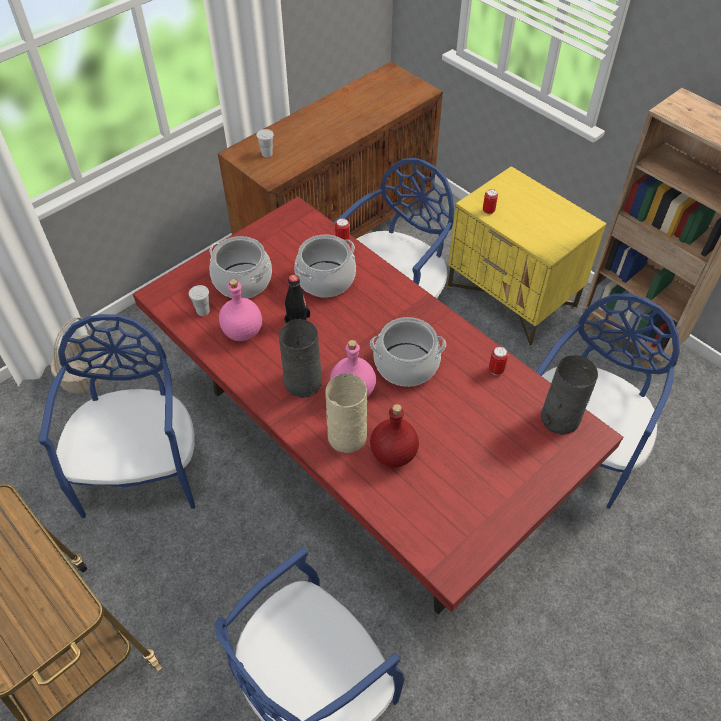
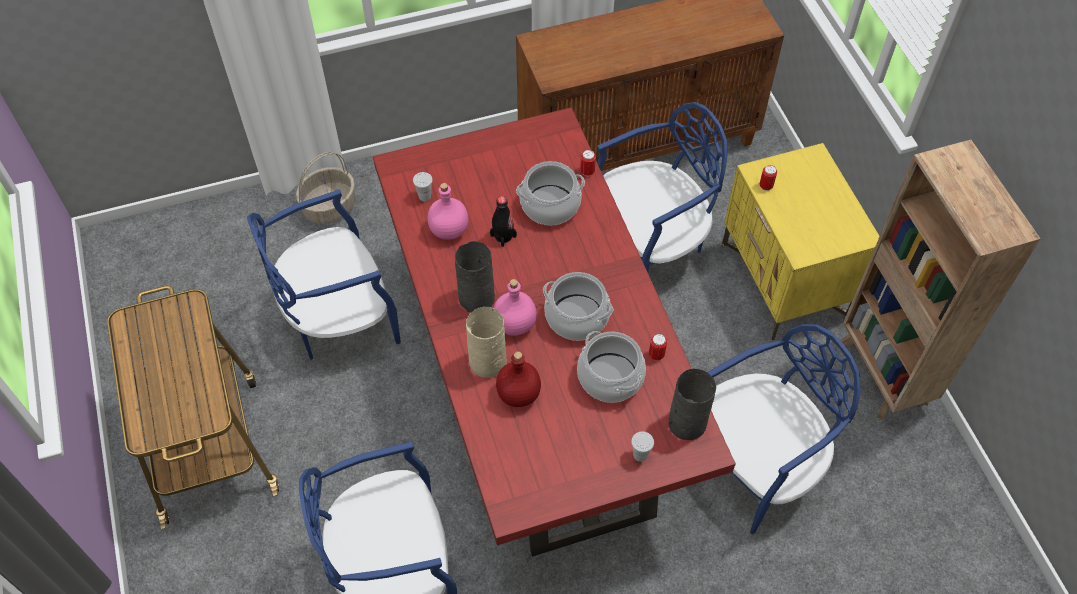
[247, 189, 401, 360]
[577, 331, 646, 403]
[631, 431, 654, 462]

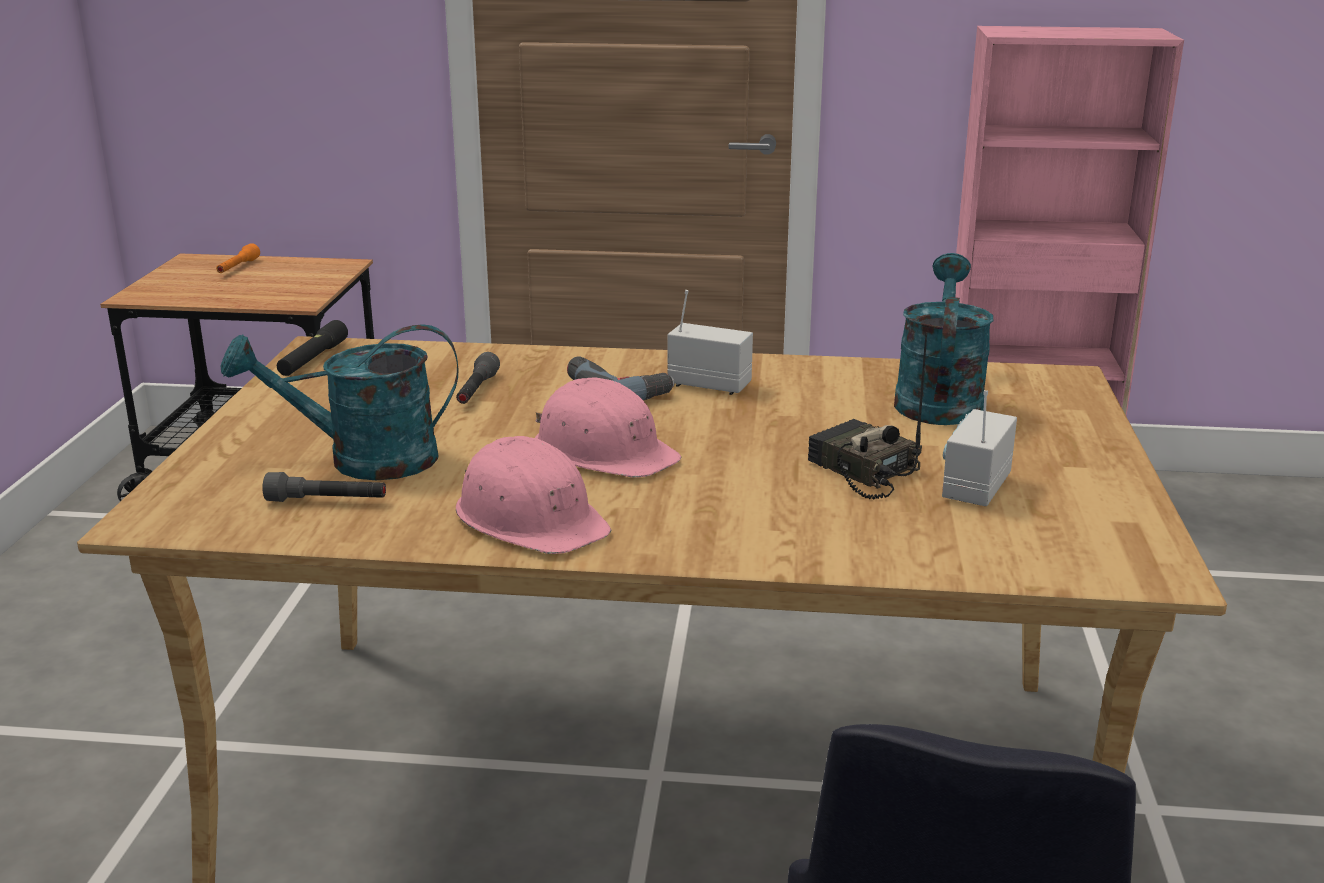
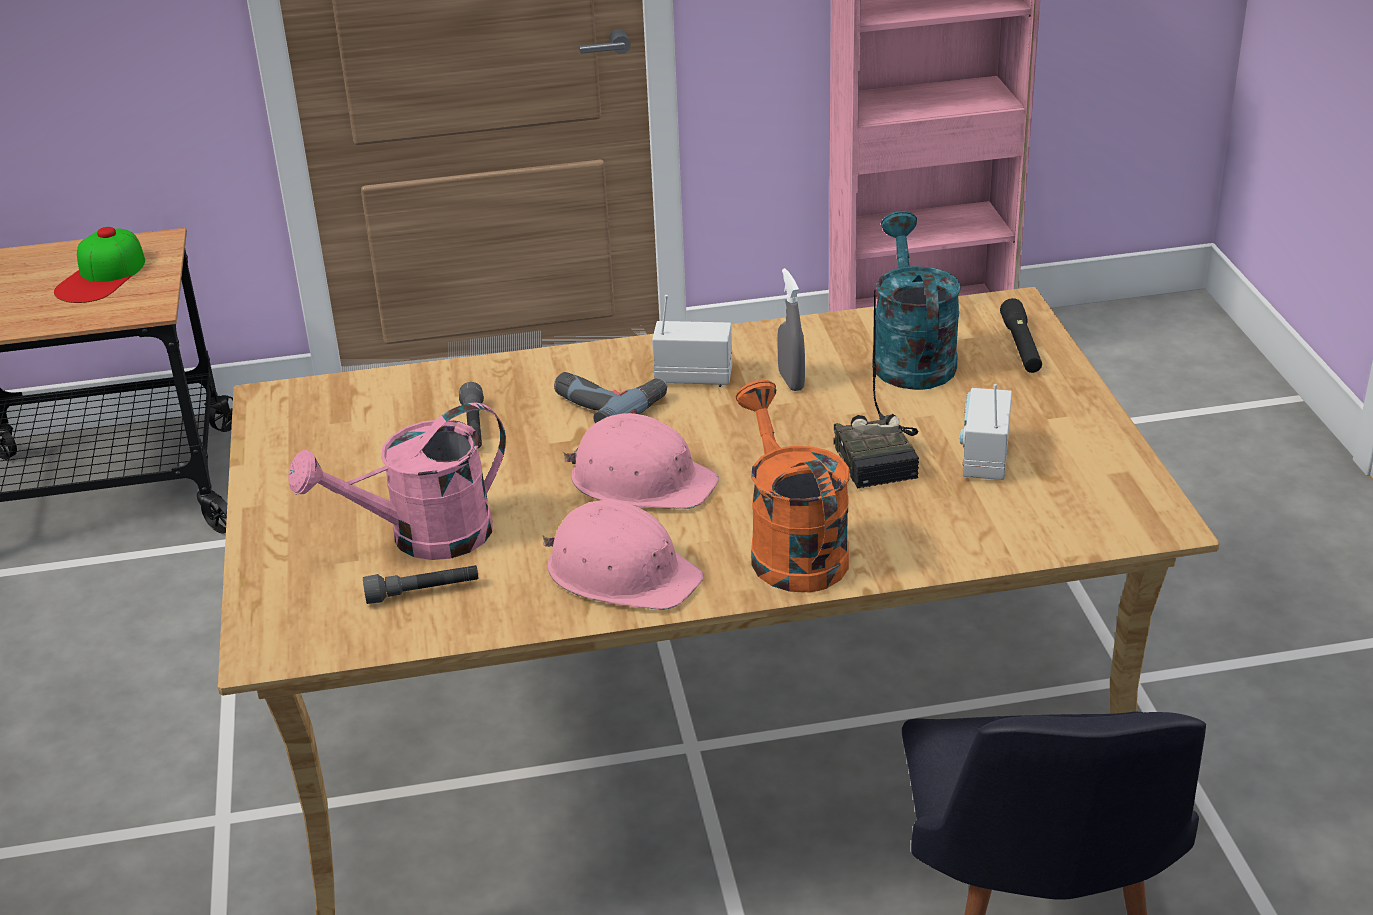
[54, 227, 145, 303]
[288, 402, 506, 560]
[736, 380, 850, 592]
[777, 268, 805, 391]
[833, 290, 919, 488]
[1000, 298, 1042, 373]
[216, 243, 260, 273] (first image)

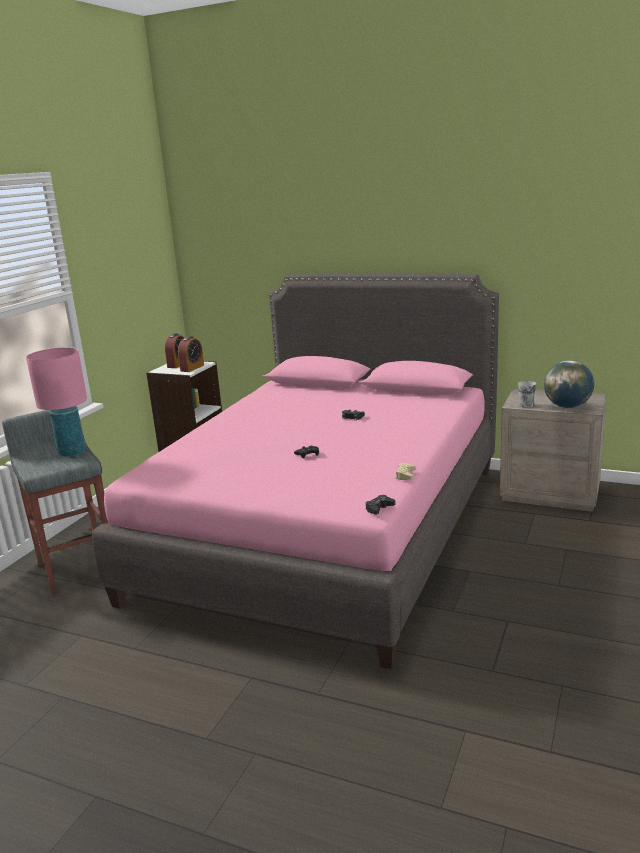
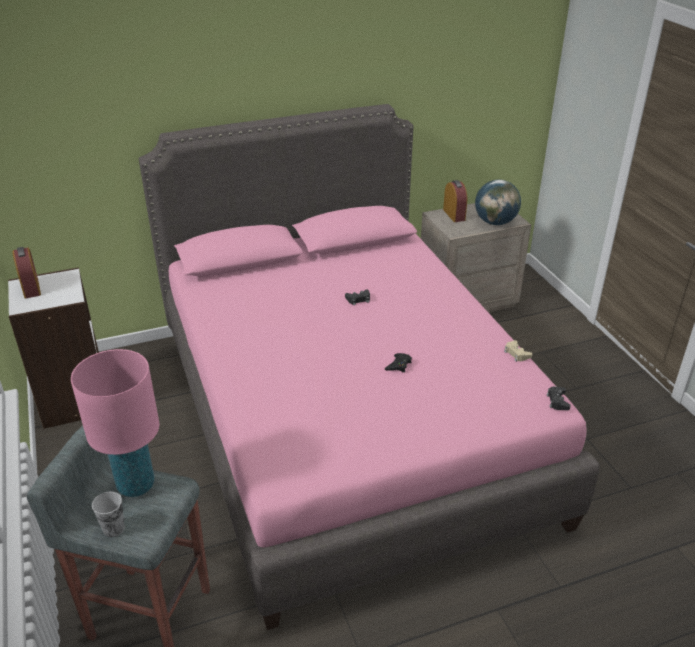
[92, 492, 124, 537]
[443, 180, 467, 222]

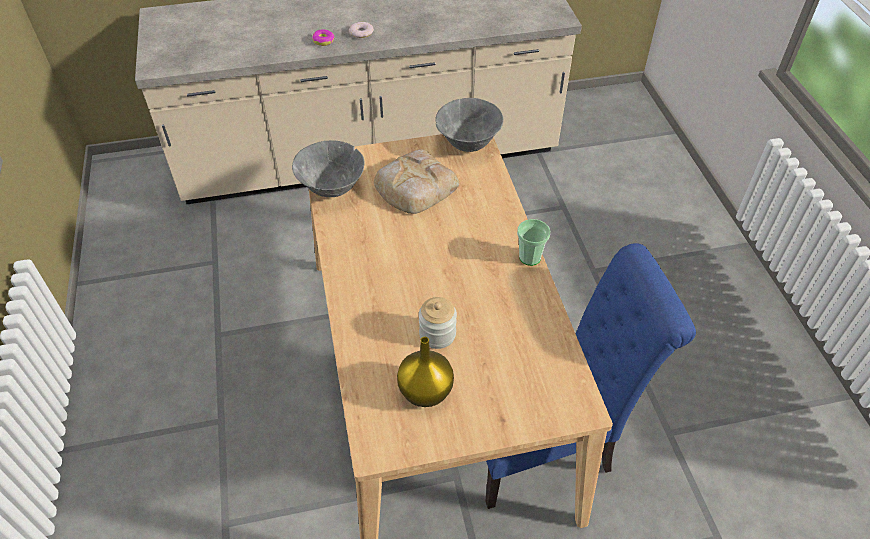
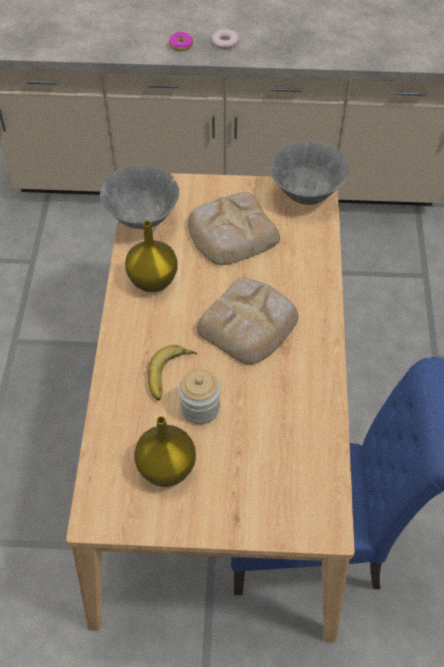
[125, 221, 178, 292]
[148, 345, 197, 400]
[196, 278, 298, 364]
[517, 219, 550, 266] (first image)

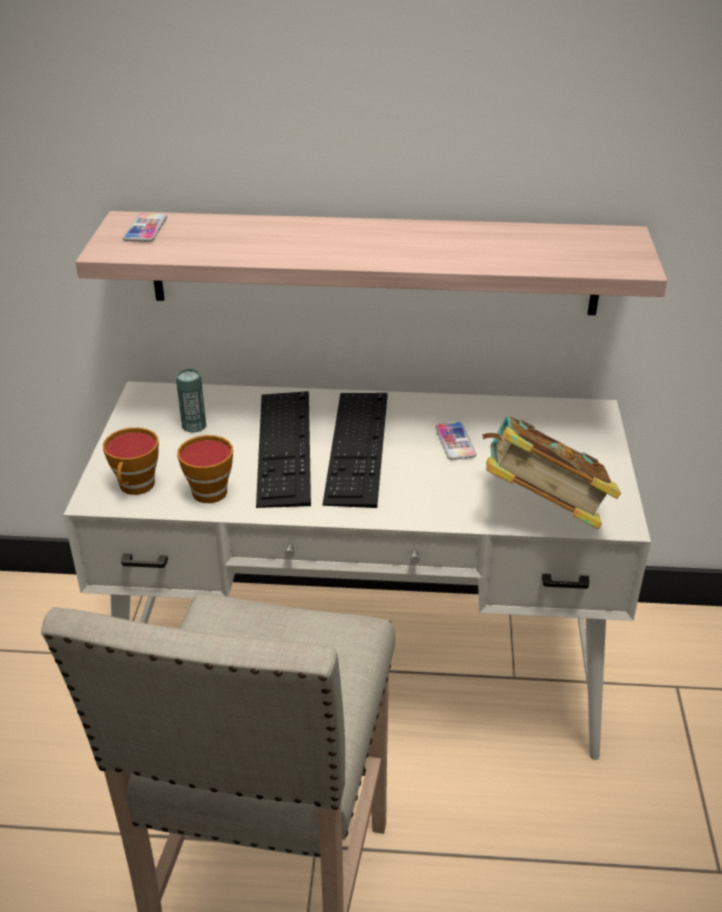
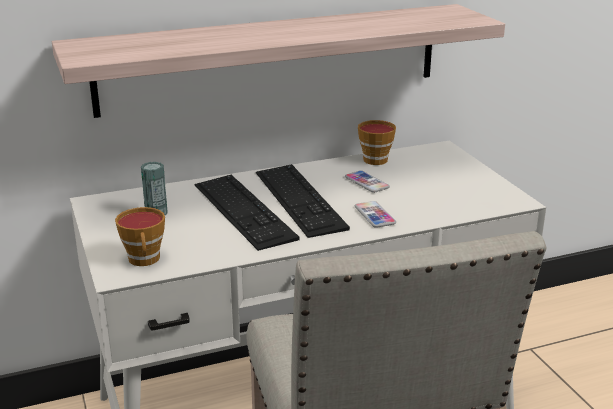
[355, 201, 396, 228]
[358, 120, 396, 165]
[482, 415, 621, 529] (first image)

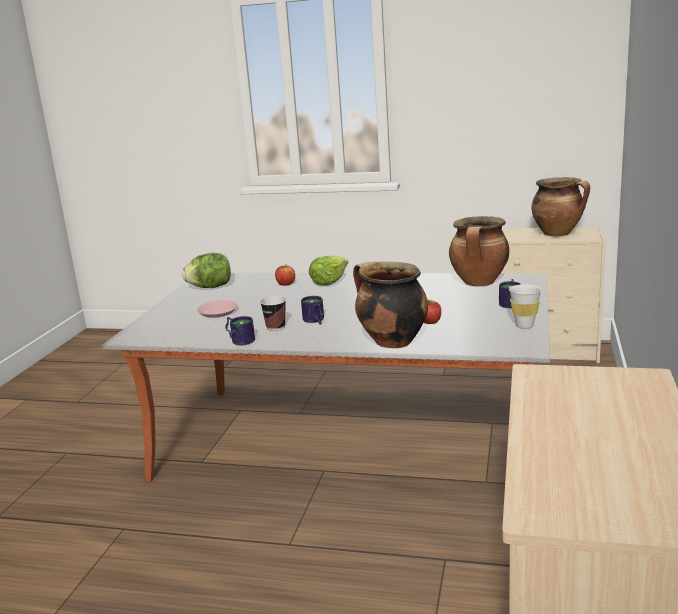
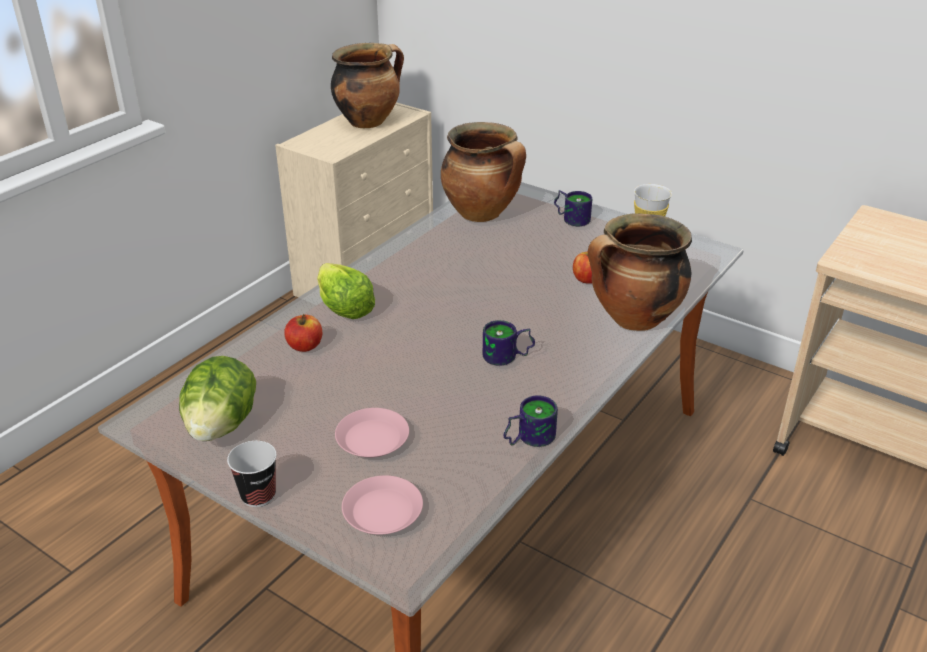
[227, 441, 277, 507]
[342, 475, 423, 535]

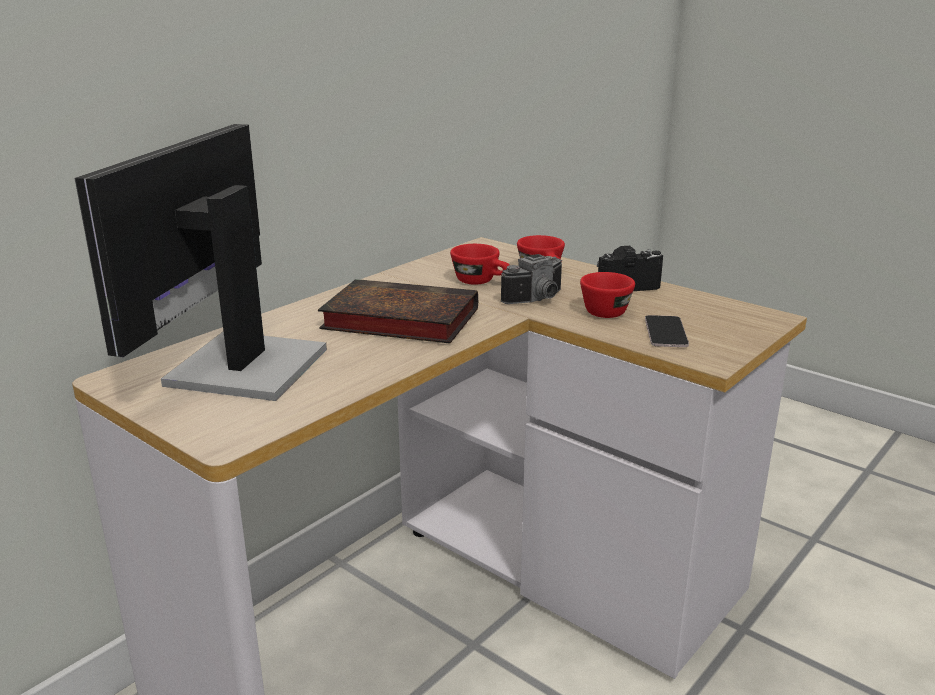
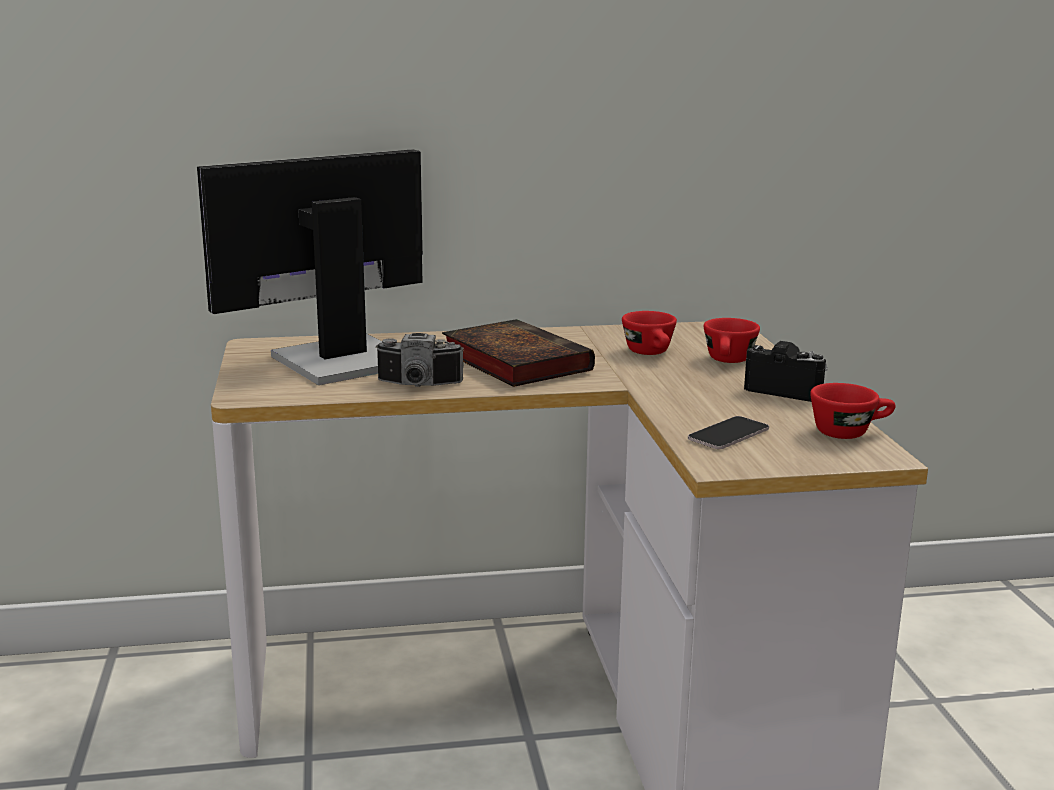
[375, 333, 464, 387]
[810, 383, 896, 439]

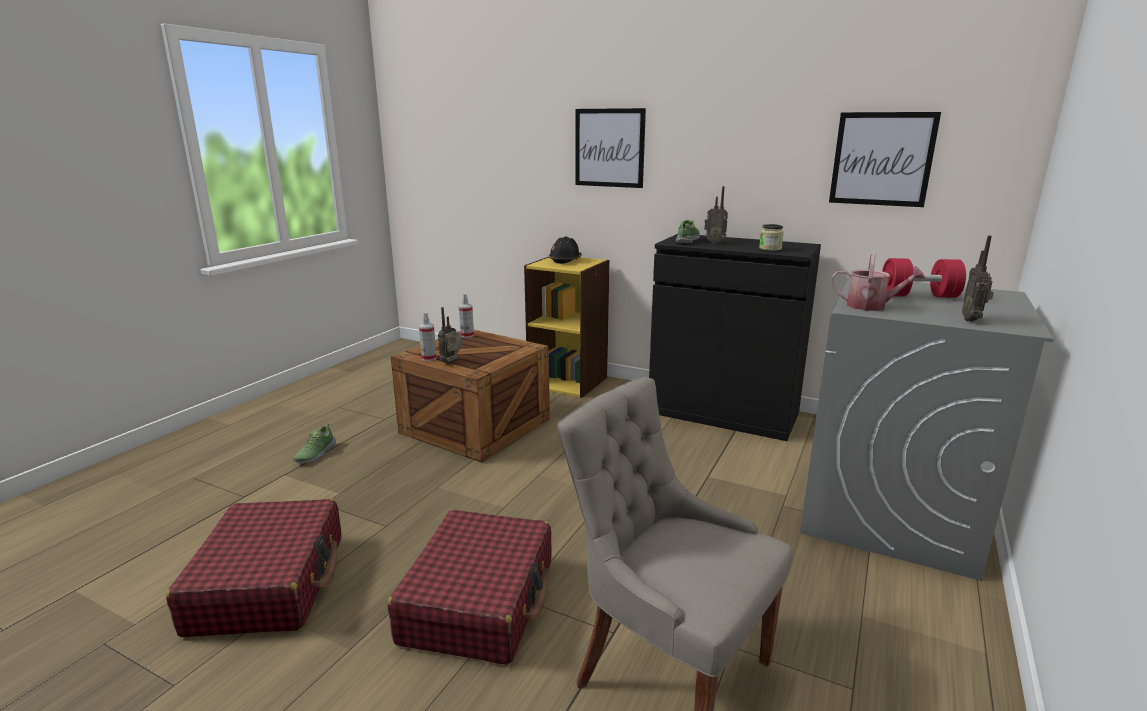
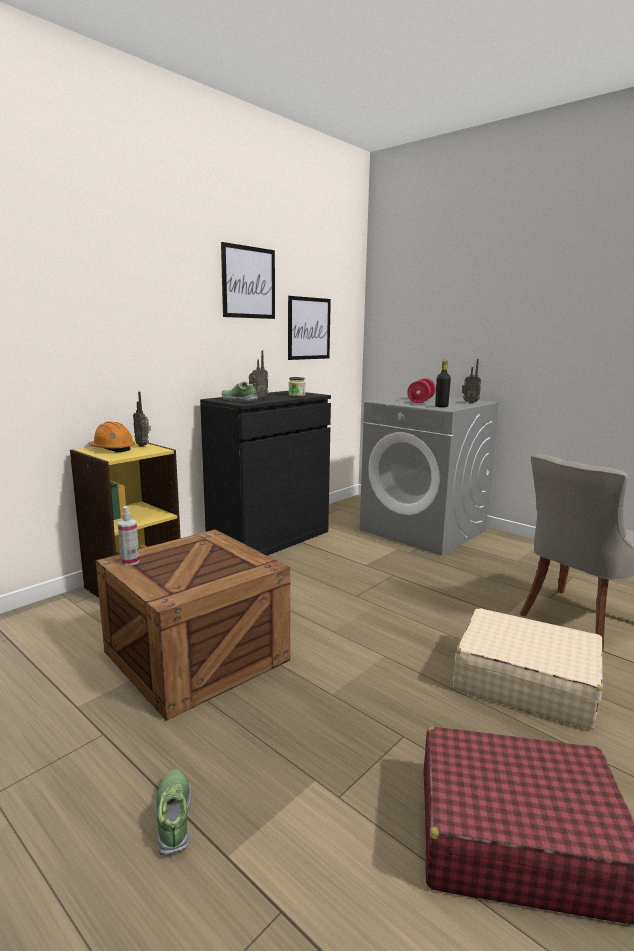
[88, 421, 135, 452]
[133, 392, 151, 447]
[154, 769, 191, 856]
[221, 242, 275, 319]
[435, 360, 451, 408]
[453, 608, 603, 730]
[419, 312, 436, 361] (first image)

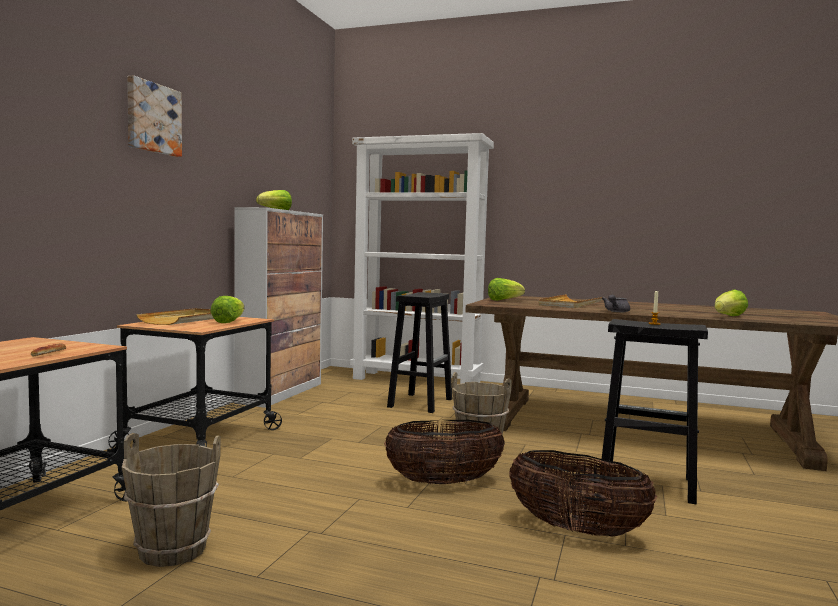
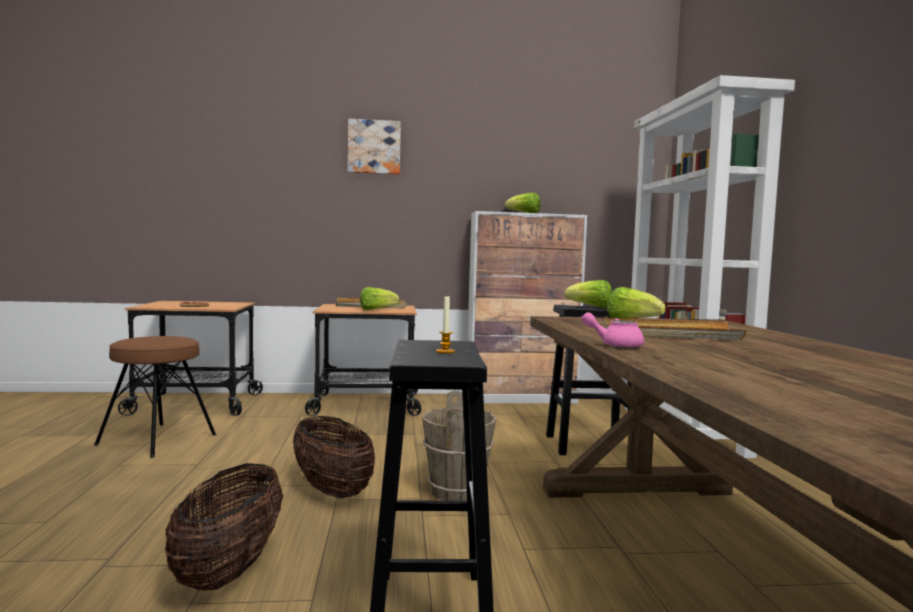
[94, 336, 216, 458]
[565, 280, 612, 308]
[581, 312, 644, 348]

